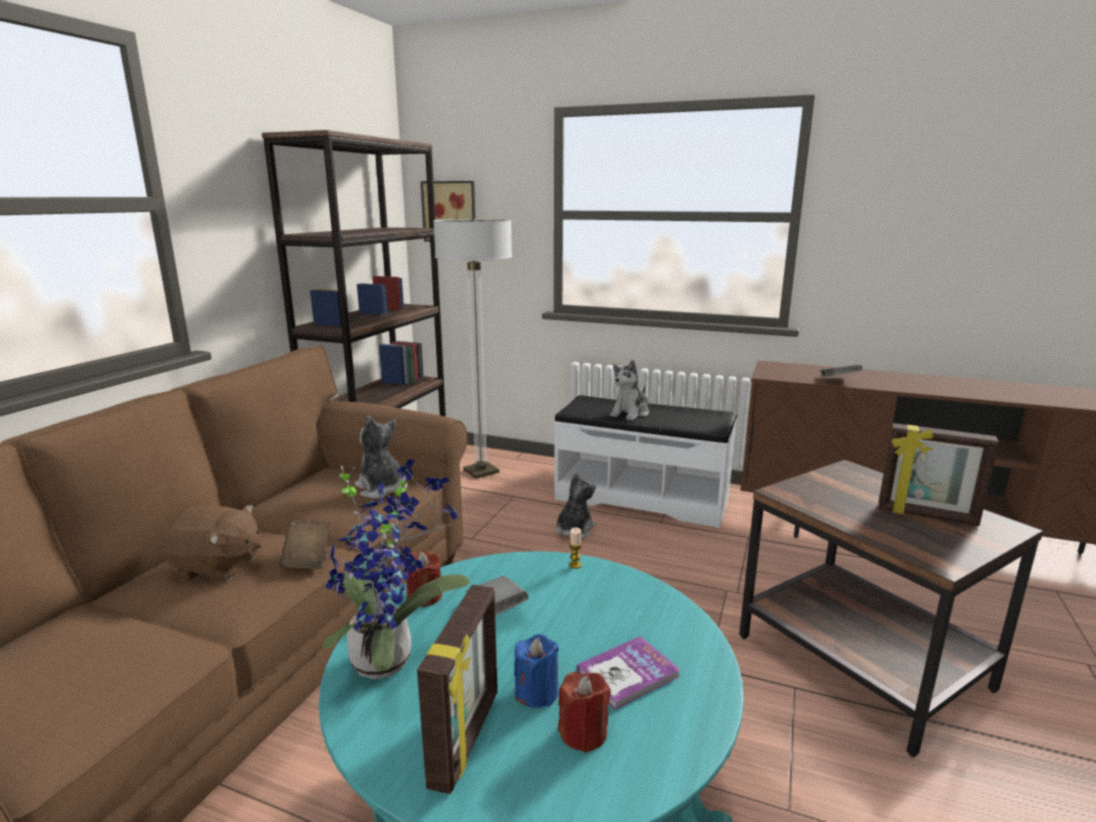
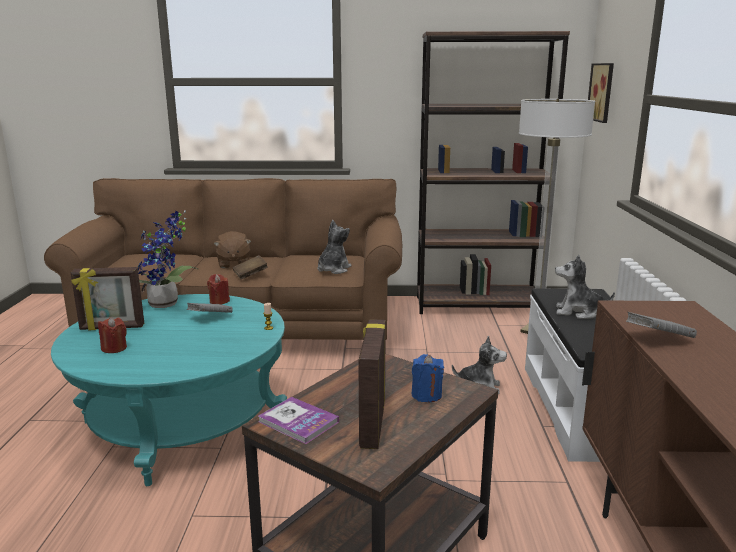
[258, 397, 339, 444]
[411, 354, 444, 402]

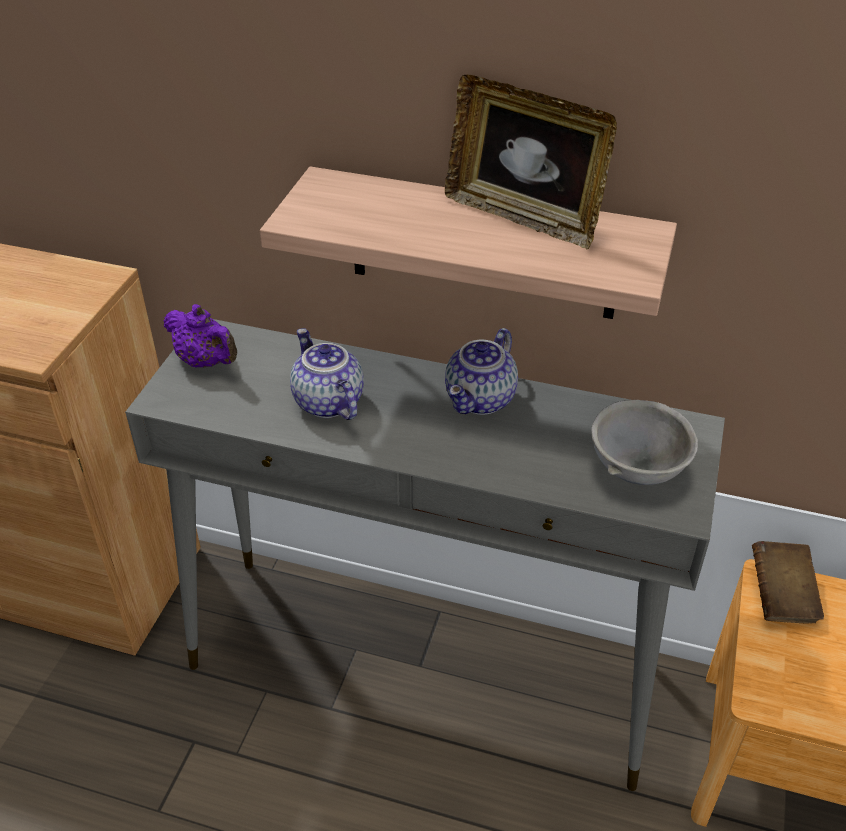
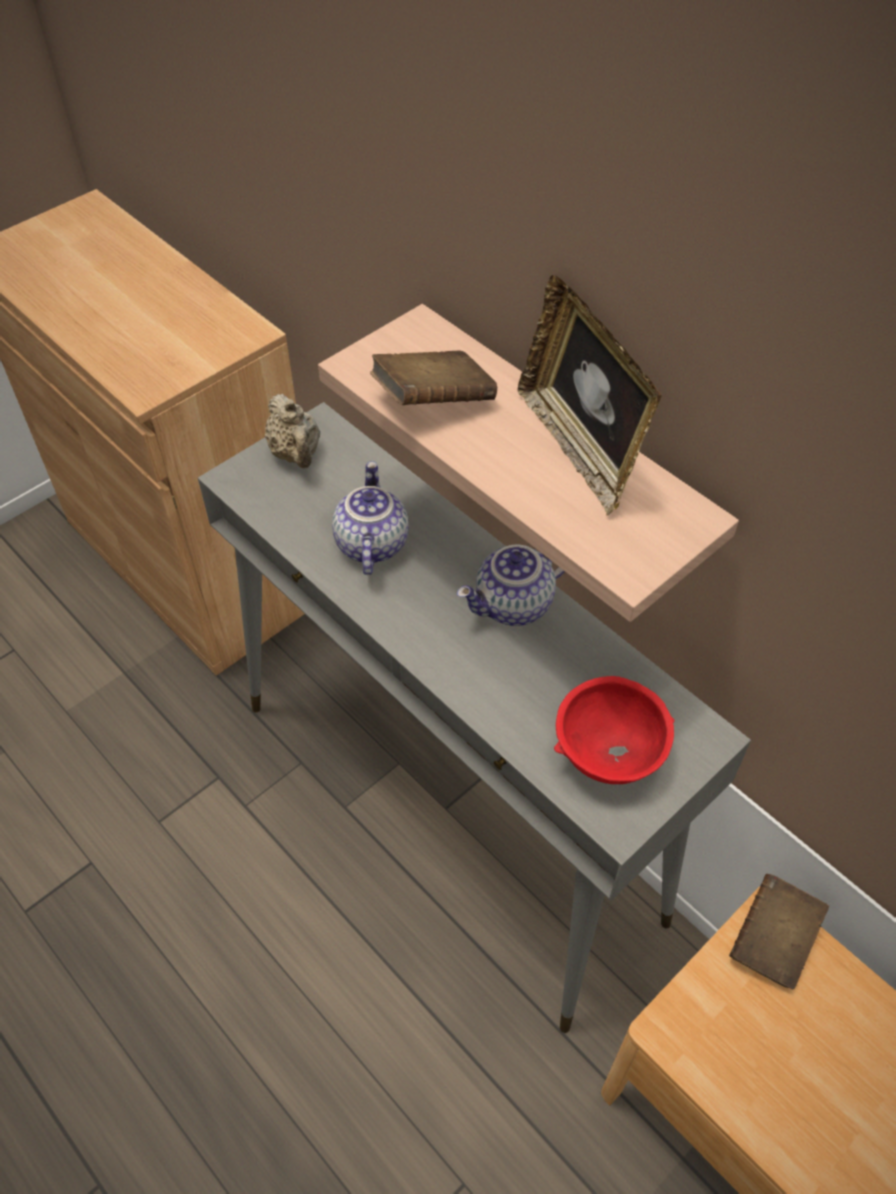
[265, 394, 320, 468]
[370, 351, 497, 405]
[554, 676, 674, 784]

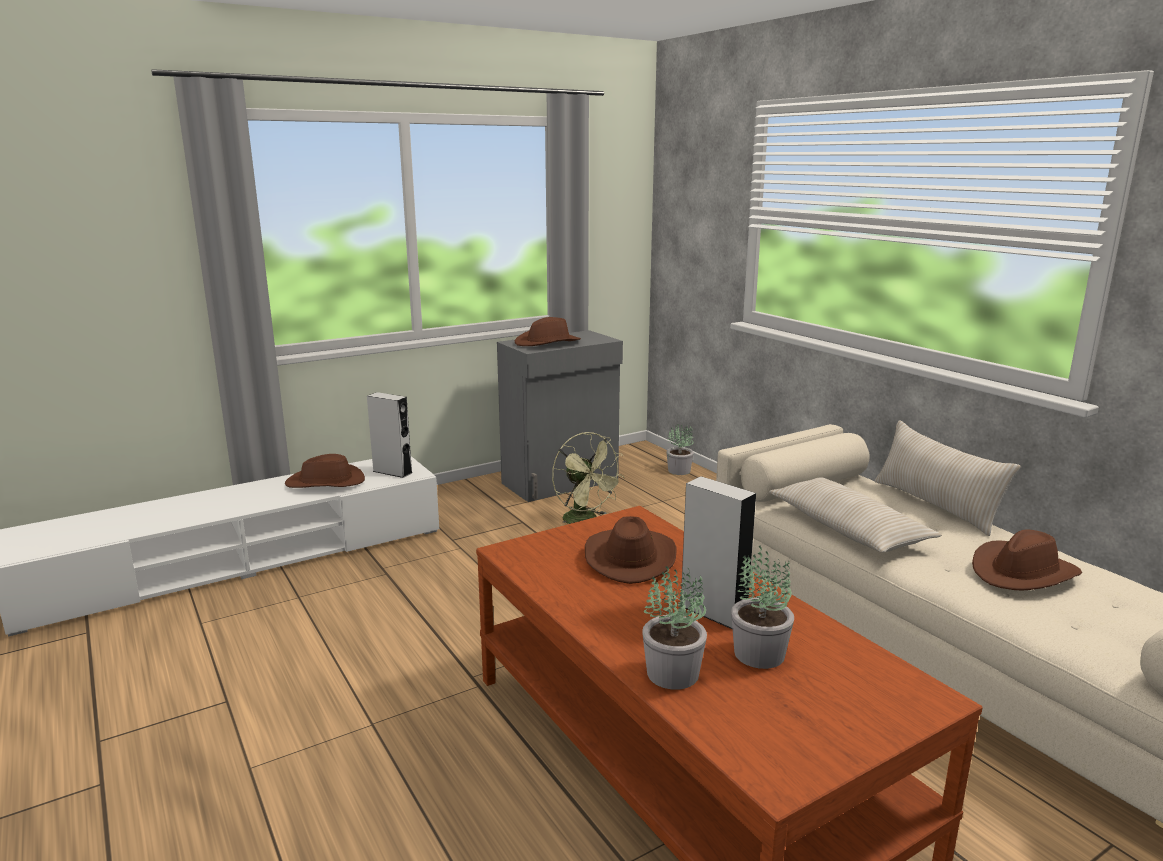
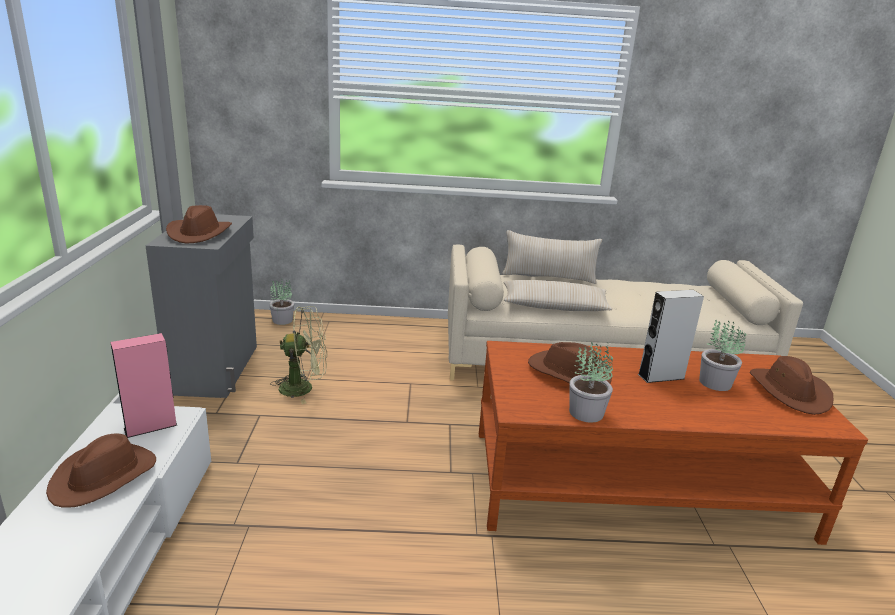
[110, 333, 177, 438]
[569, 342, 613, 423]
[750, 356, 833, 415]

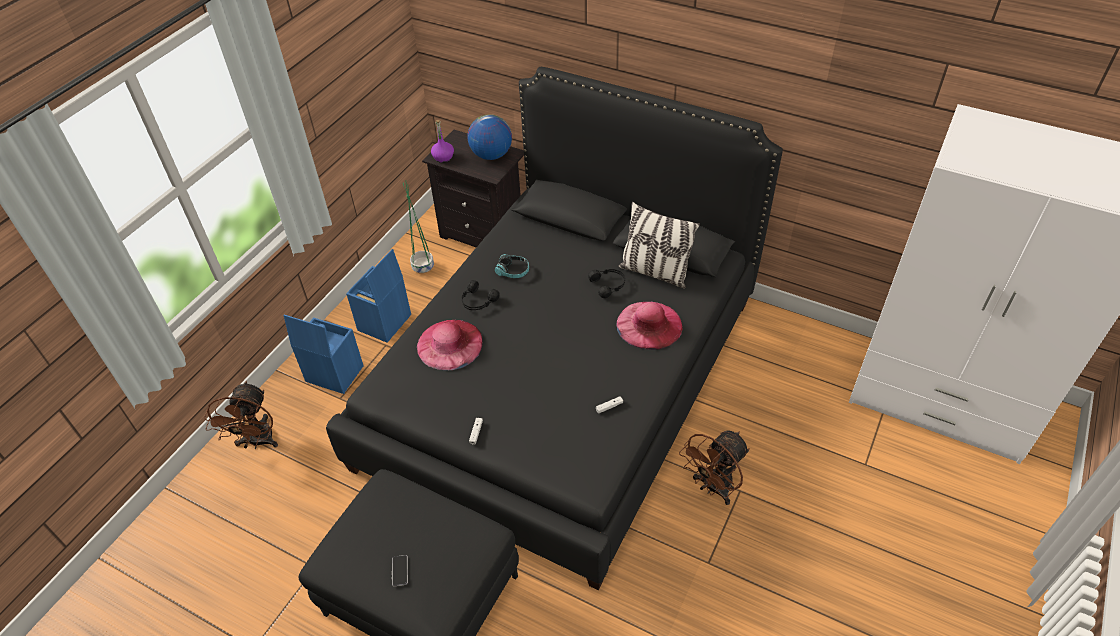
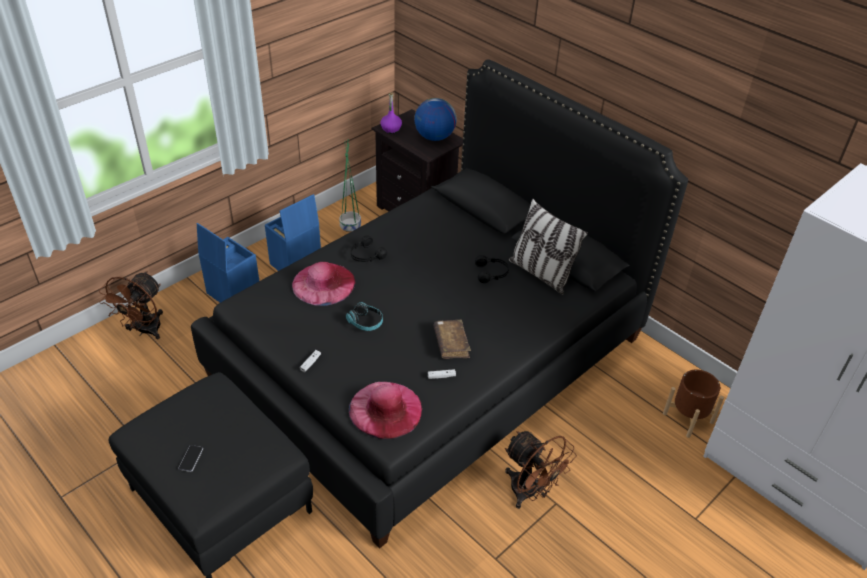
[346, 302, 383, 331]
[349, 382, 422, 439]
[433, 320, 471, 359]
[505, 431, 577, 509]
[663, 370, 724, 438]

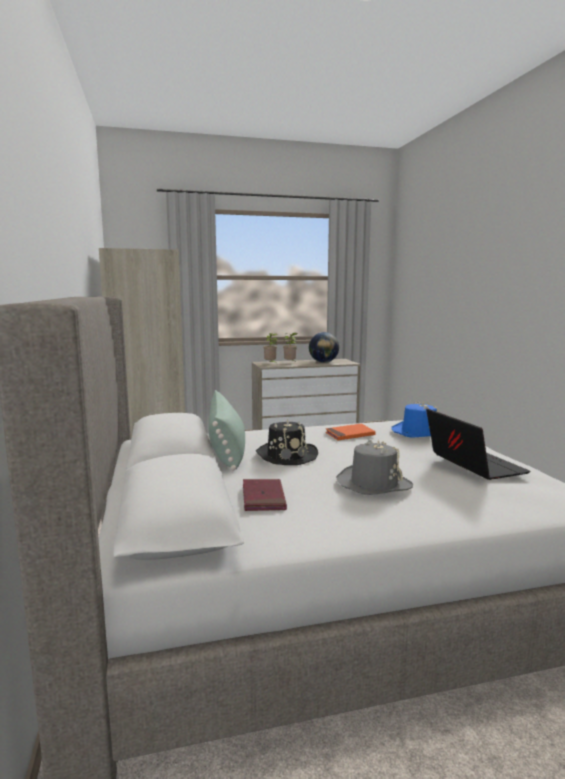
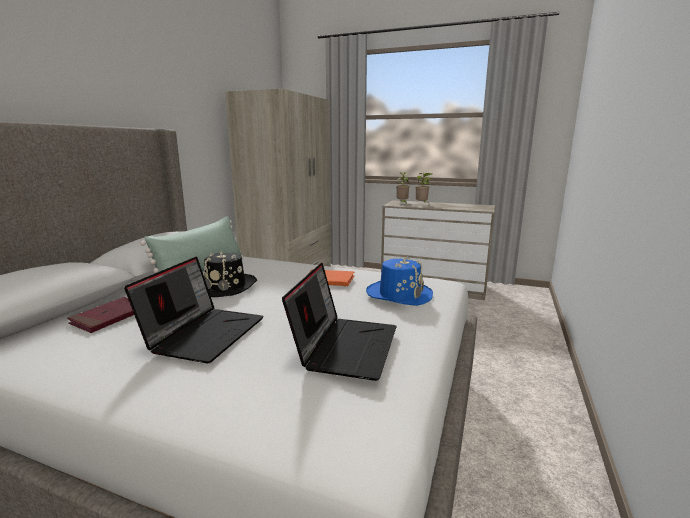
[124, 257, 264, 363]
[309, 332, 339, 363] (first image)

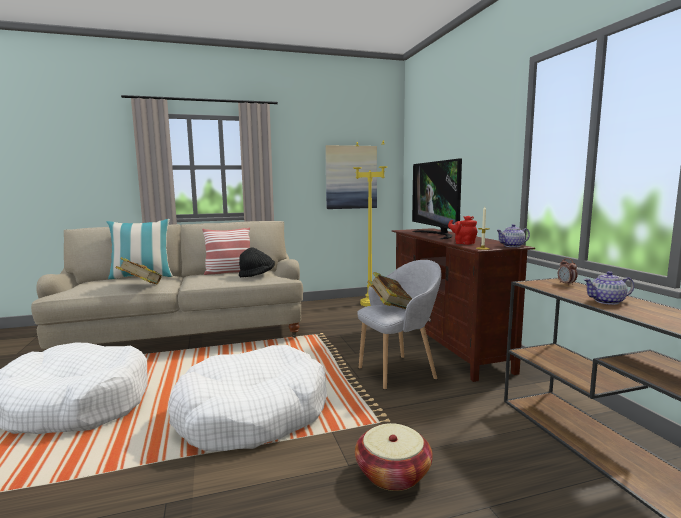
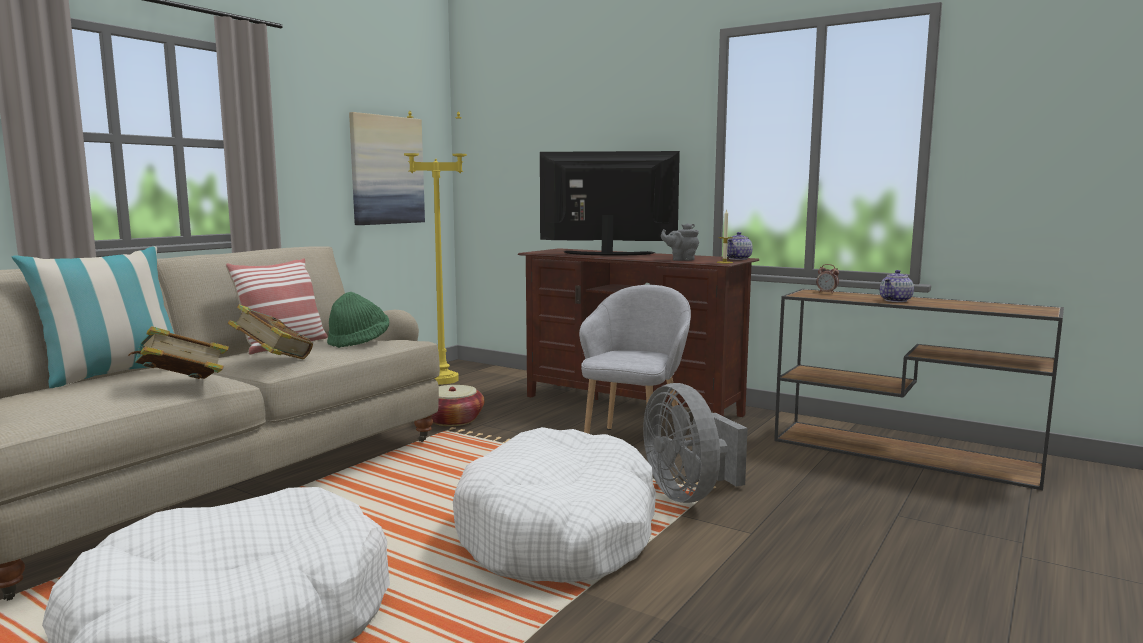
[228, 304, 313, 360]
[327, 292, 389, 348]
[431, 385, 484, 426]
[540, 151, 680, 255]
[643, 383, 748, 503]
[661, 223, 699, 261]

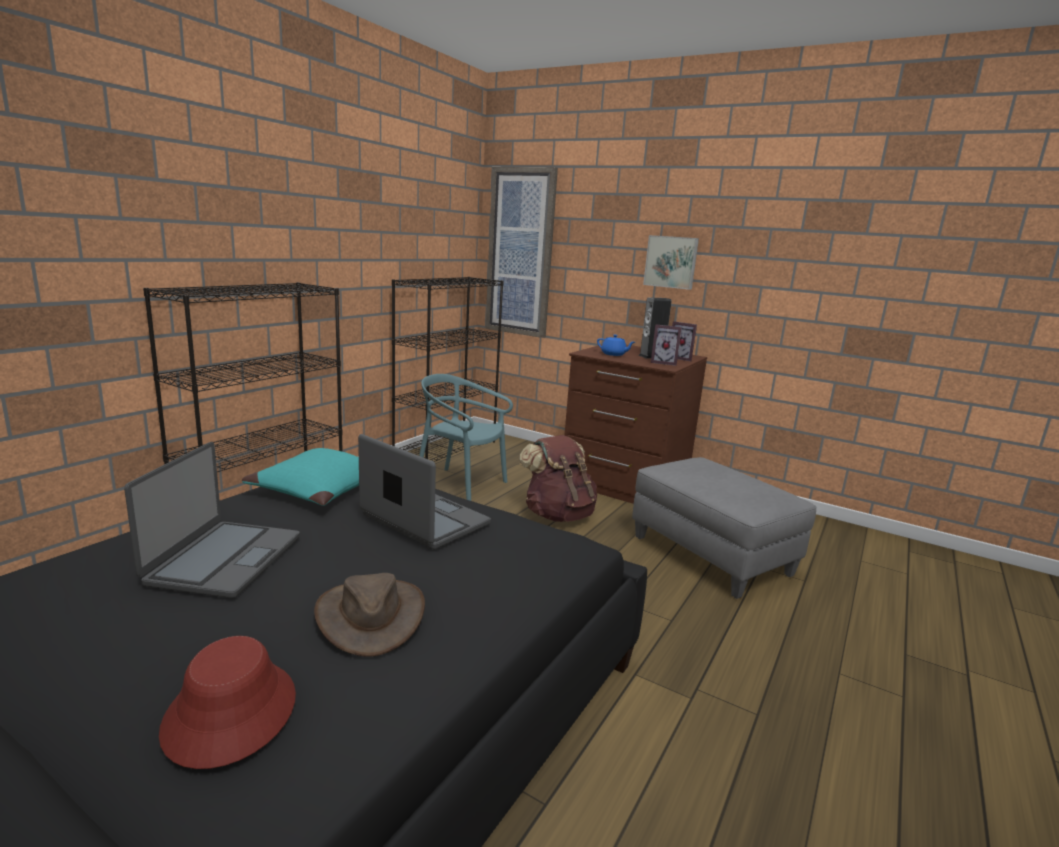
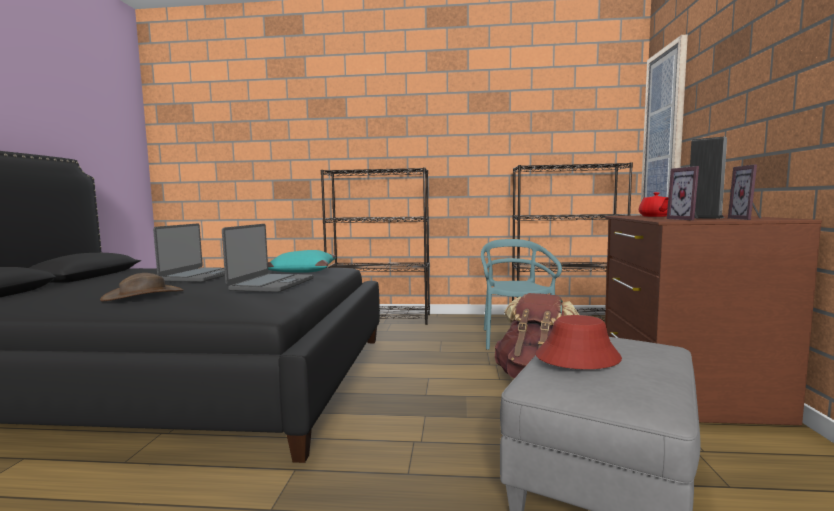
[153, 223, 225, 282]
[535, 315, 622, 369]
[639, 192, 668, 217]
[643, 235, 699, 290] (first image)

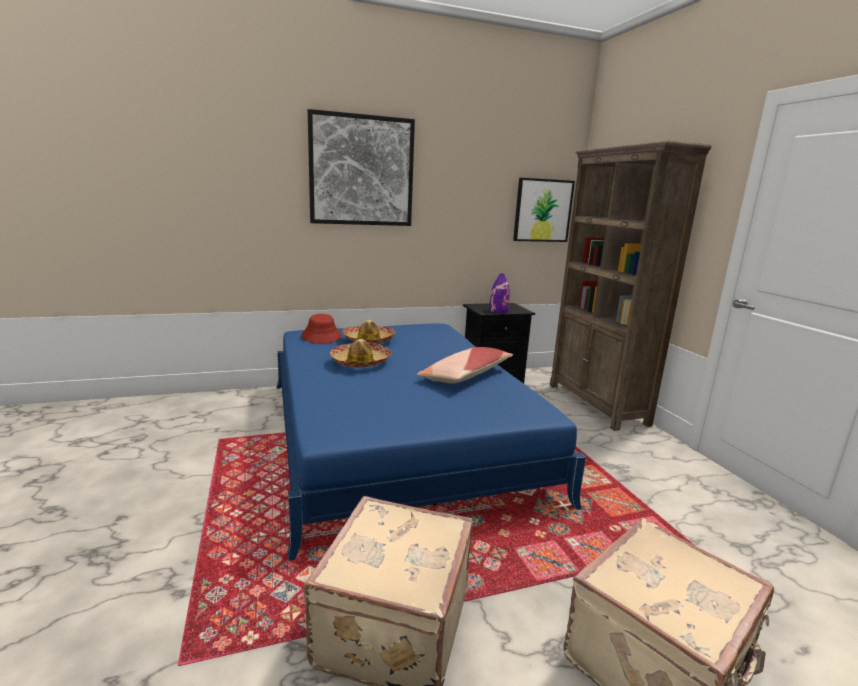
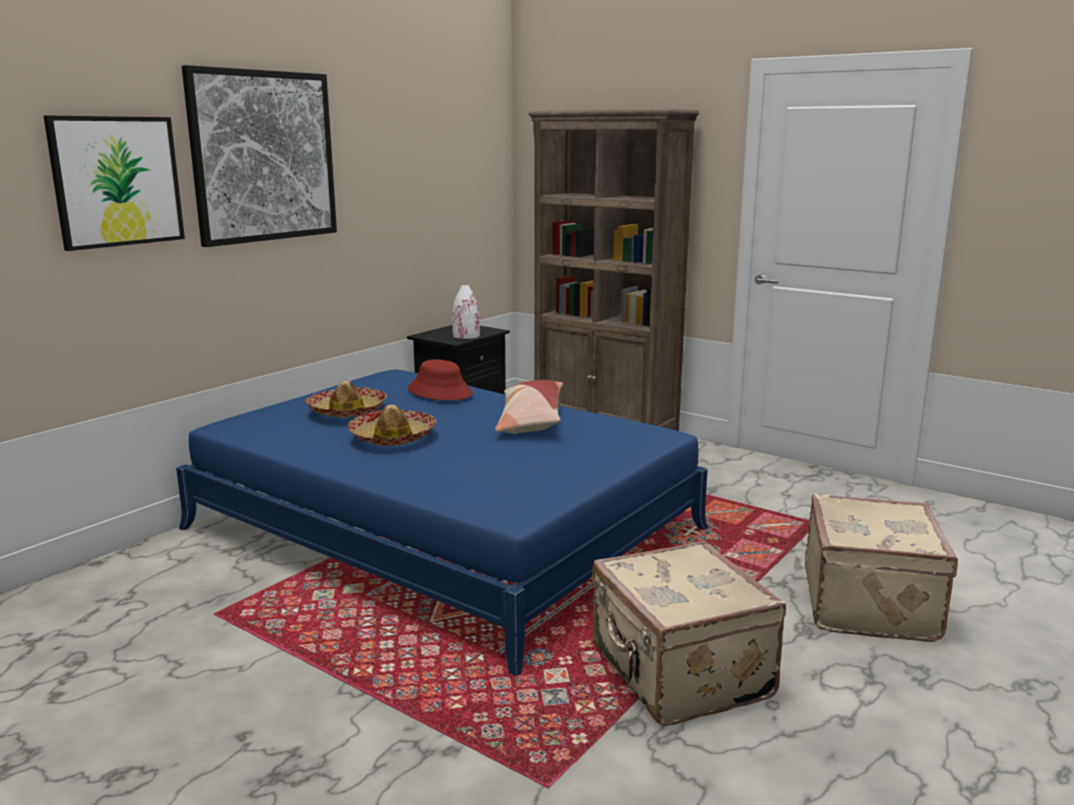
[44, 116, 185, 251]
[408, 360, 472, 400]
[452, 284, 480, 339]

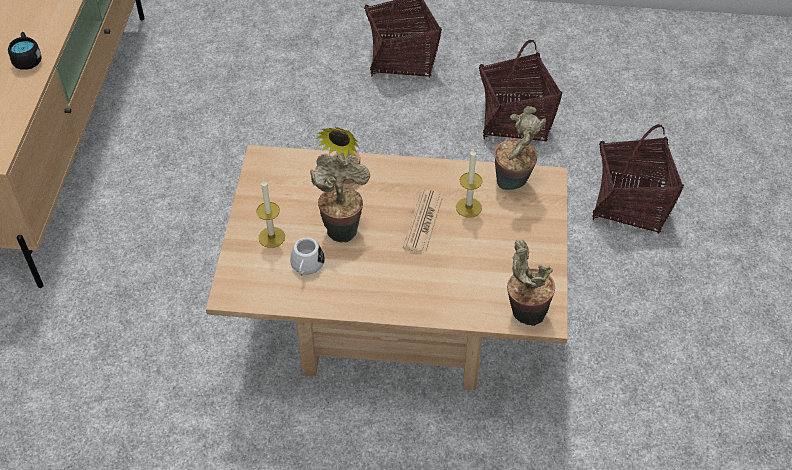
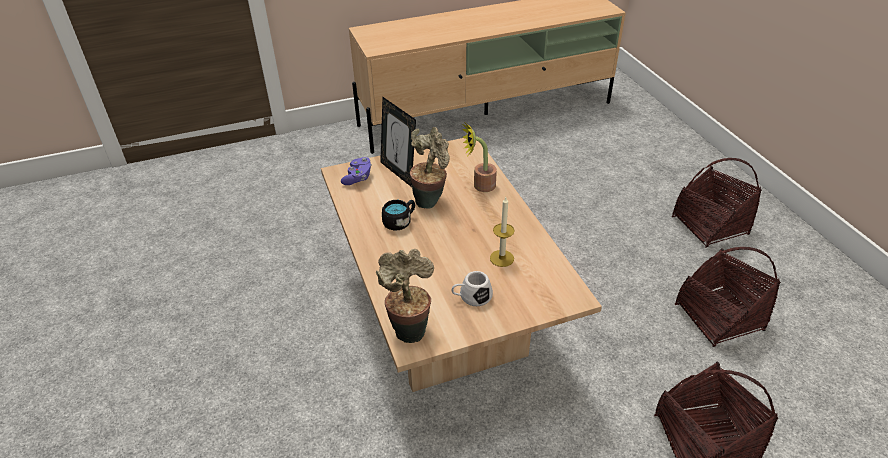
[341, 157, 372, 185]
[380, 97, 416, 187]
[382, 200, 415, 230]
[452, 271, 493, 306]
[403, 189, 443, 253] (first image)
[494, 106, 546, 190] (first image)

